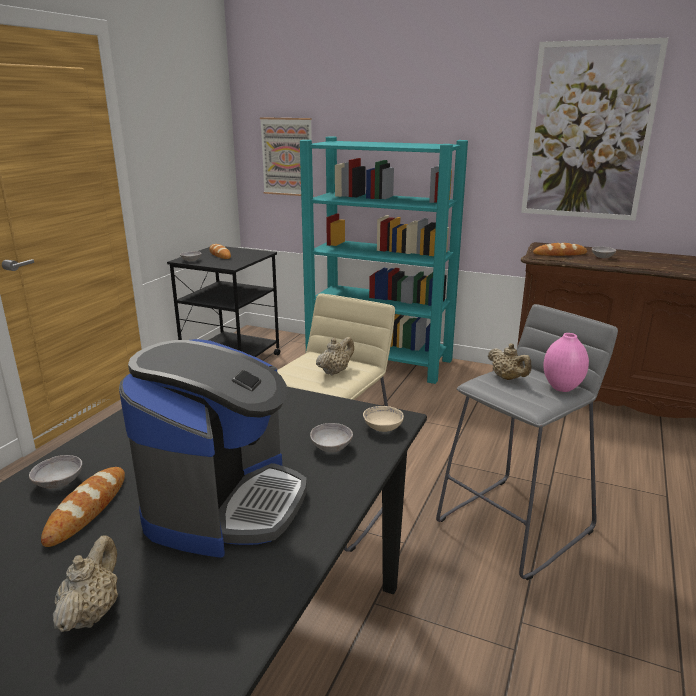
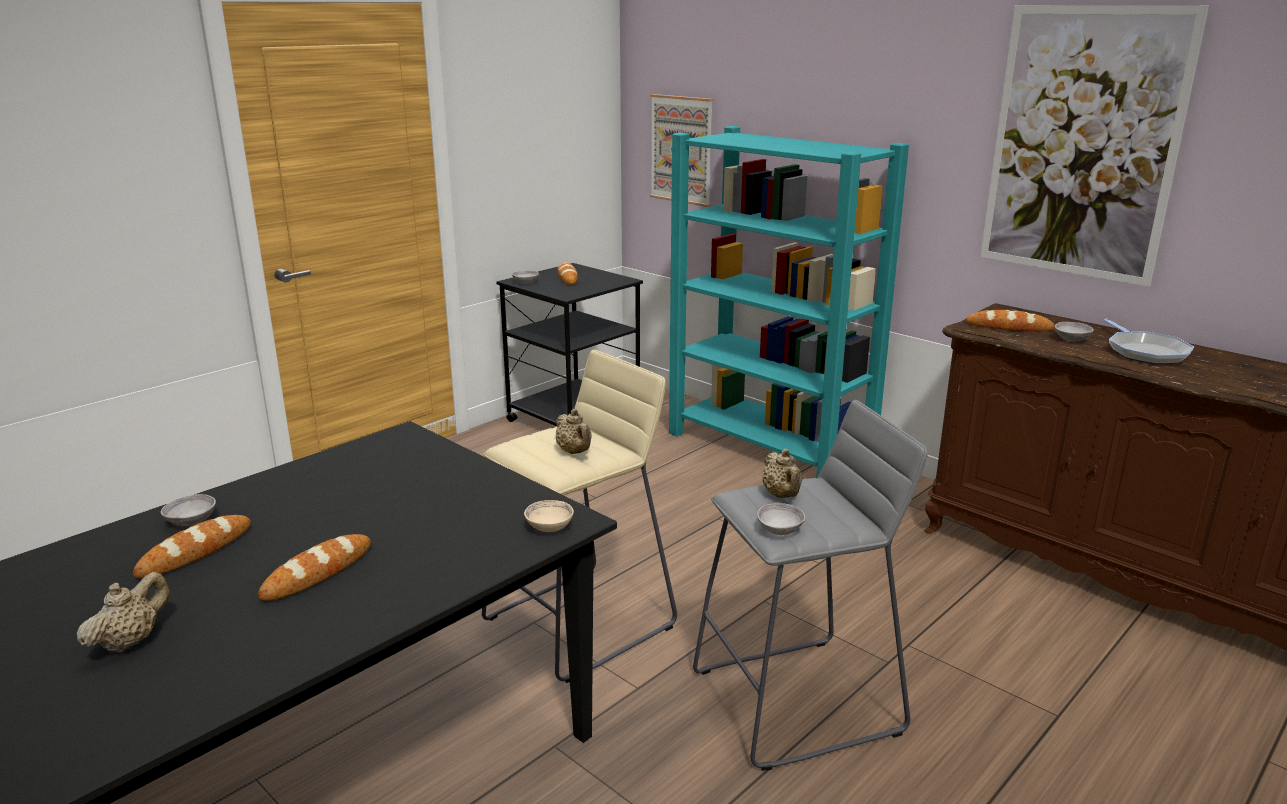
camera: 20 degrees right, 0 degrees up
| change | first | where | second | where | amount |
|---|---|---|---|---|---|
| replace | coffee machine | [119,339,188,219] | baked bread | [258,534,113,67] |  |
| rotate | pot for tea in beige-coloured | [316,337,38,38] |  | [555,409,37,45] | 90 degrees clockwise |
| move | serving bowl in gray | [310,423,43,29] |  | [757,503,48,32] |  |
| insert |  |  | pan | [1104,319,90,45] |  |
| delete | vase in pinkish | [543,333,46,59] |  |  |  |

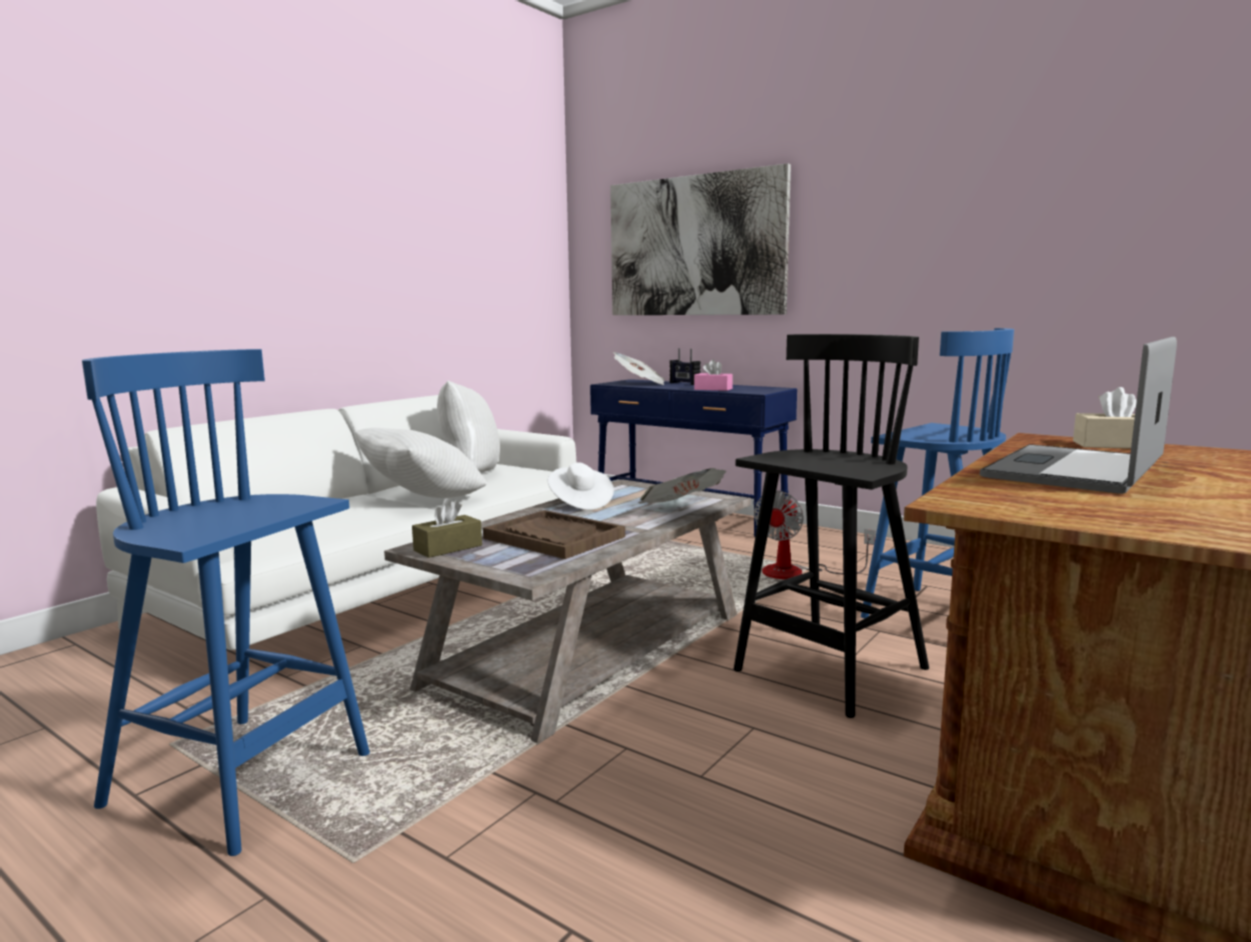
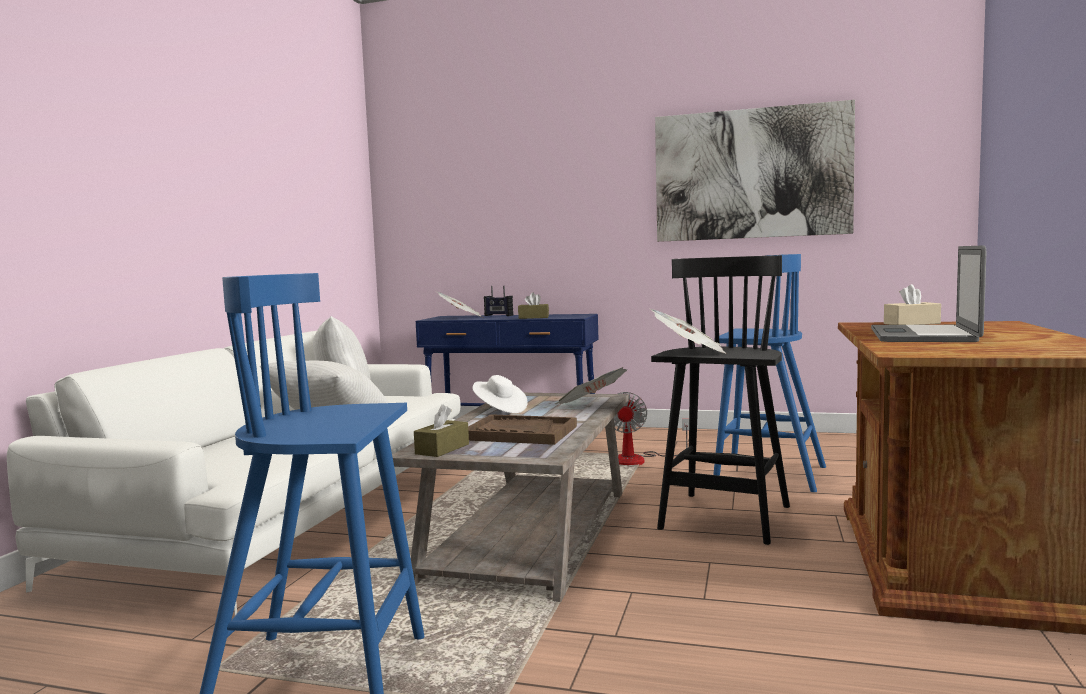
camera: 20 degrees left, 5 degrees down
| change | first | where | second | where | amount |
|---|---|---|---|---|---|
| recolor | box of tissues in pinkish | [694,360,39,31] | box of tissues in brownish | [518,293,31,26] |  |
| insert |  |  | daily paper | [650,309,77,45] |  |
| move | wall art | [610,163,181,152] |  | [655,100,200,142] |  |

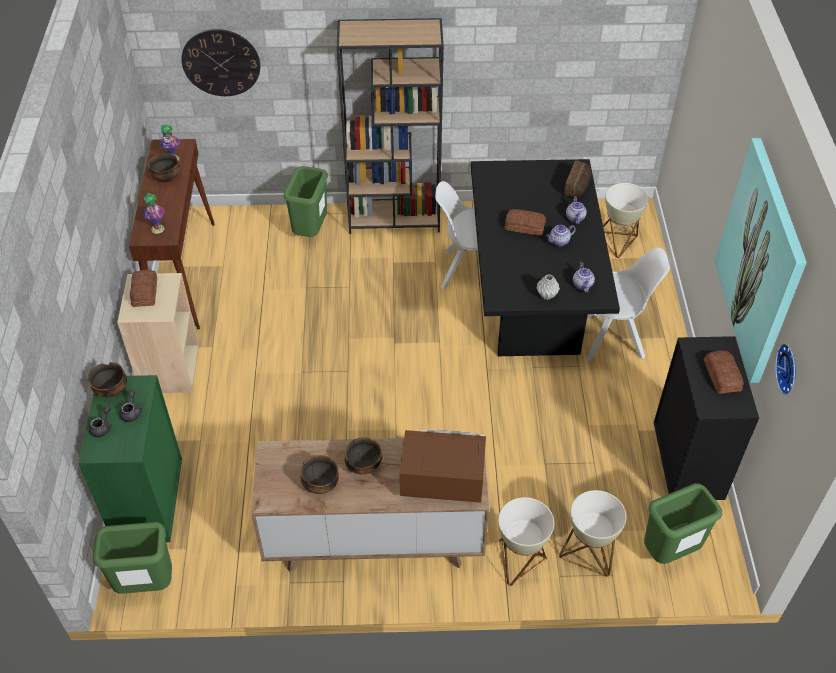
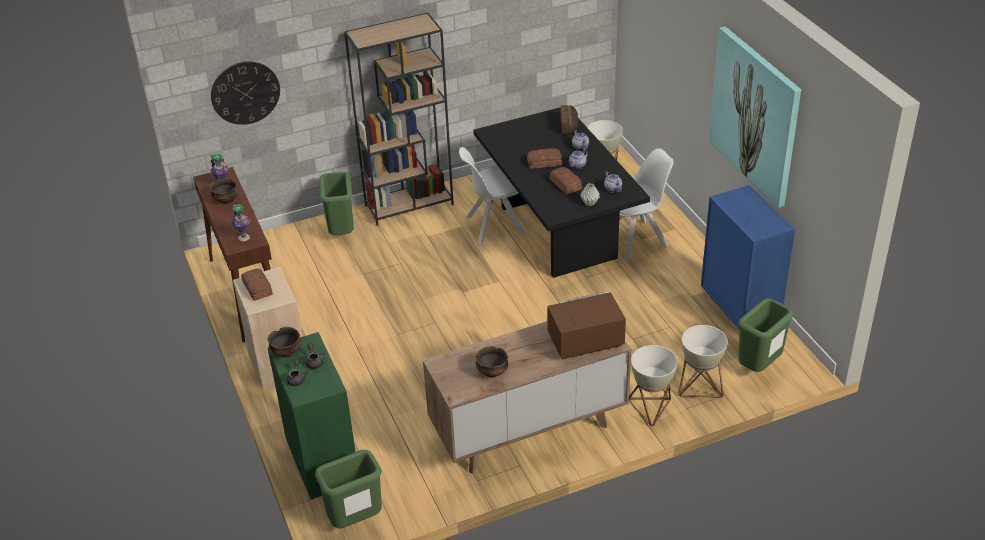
camera: 20 degrees left, 10 degrees down
| change | first | where | second | where | amount |
|---|---|---|---|---|---|
| move | baked bread | [704,350,40,44] |  | [549,167,33,28] |  |
| recolor | cabinet in blackish | [654,336,105,164] | cabinet in blue | [701,185,94,145] |  |
| delete | serving bowl | [344,437,38,37] |  |  |  |
| delete | wall clock | [775,343,21,52] |  |  |  |

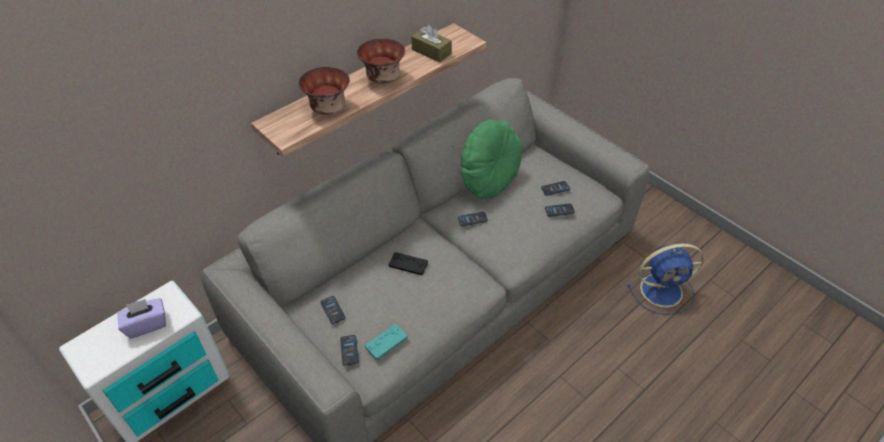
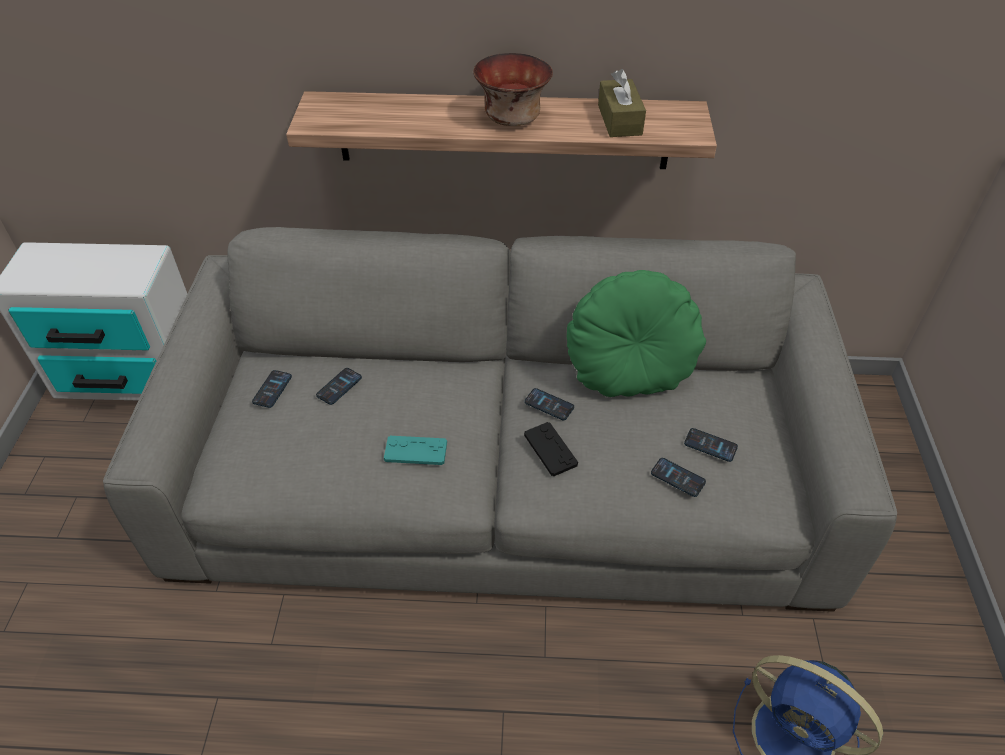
camera: 45 degrees right, 0 degrees up
| change | first | where | second | where | amount |
|---|---|---|---|---|---|
| move | handset | [340,335,19,31] |  | [316,368,46,37] |  |
| move | gamepad in blue-green | [365,324,43,35] |  | [384,436,63,29] |  |
| move | gamepad in blackish | [389,252,39,23] |  | [524,422,54,54] |  |
| delete | box of tissues in purplish | [118,298,48,40] |  |  |  |
| delete | serving bowl | [298,67,52,48] |  |  |  |

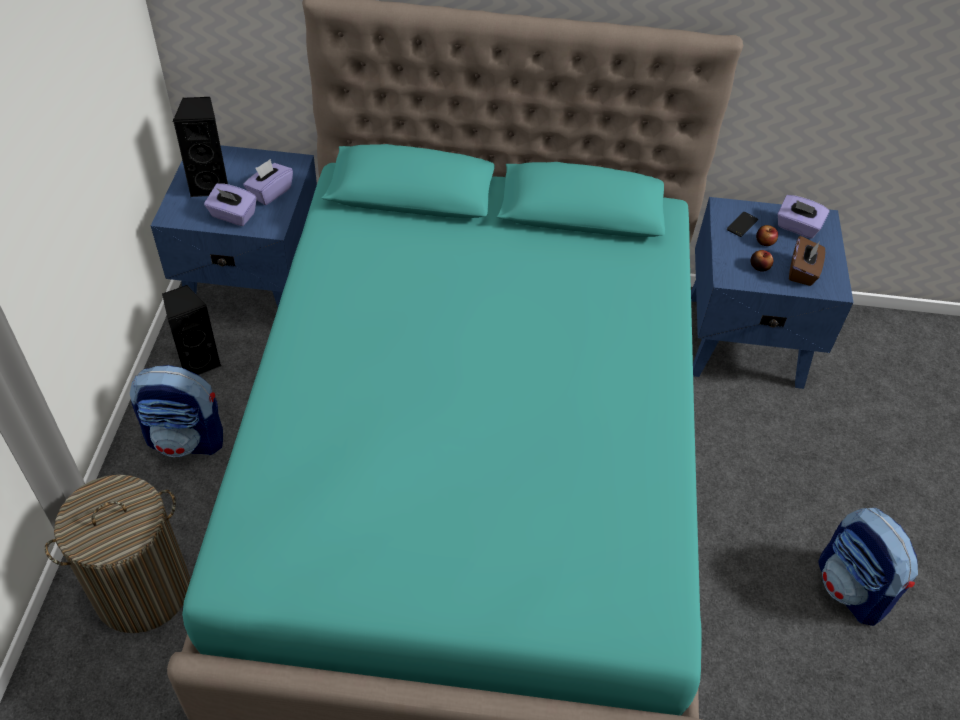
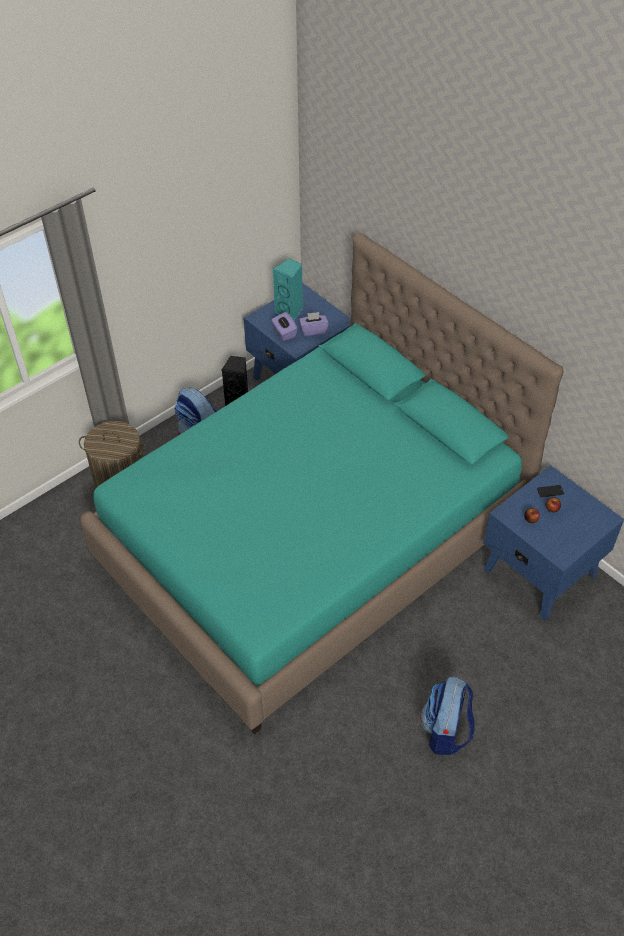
camera: 45 degrees right, 0 degrees up
| change | first | where | second | where | amount |
|---|---|---|---|---|---|
| recolor | loudspeaker in blackish | [173,97,55,100] | loudspeaker in blue-green | [273,258,30,63] |  |
| delete | box of tissues in purplish | [777,195,53,44] |  |  |  |
| delete | box of tissues in brownish | [789,236,36,50] |  |  |  |

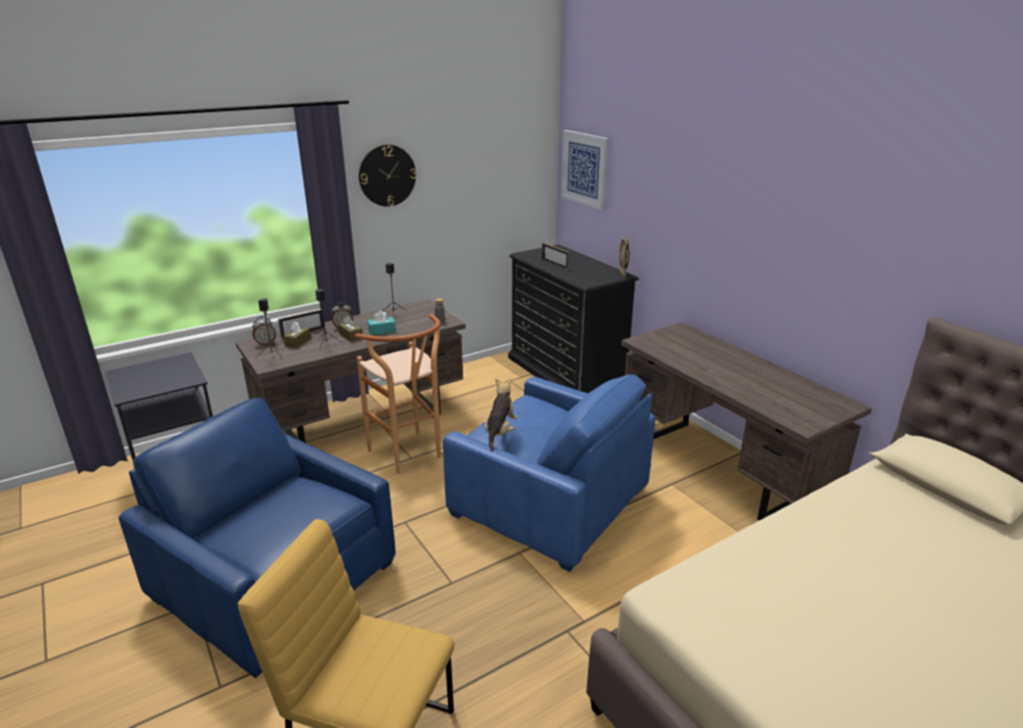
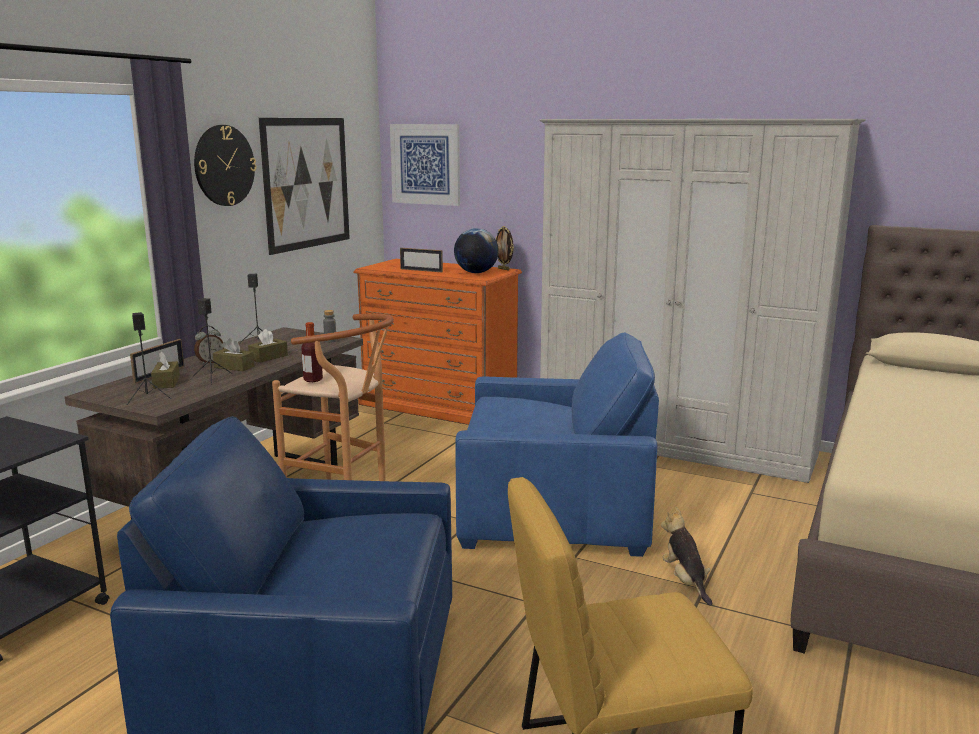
camera: 30 degrees left, 10 degrees down
| change | first | where | second | where | amount |
|---|---|---|---|---|---|
| recolor | box of tissues in blue-green | [368,311,28,24] | box of tissues in brownish | [248,329,40,34] |  |
| insert |  |  | wall art | [259,118,91,137] |  |
| insert |  |  | beverage bottle | [301,322,22,60] |  |
| recolor | drawer chest in blackish | [508,244,131,149] | drawer chest in orange-coloured | [354,259,168,166] |  |
| insert |  |  | globe | [454,228,45,45] |  |
| replace | desk in brownish | [621,322,251,199] | armoire in whitish | [539,119,327,364] |  |
| move | cuddly toy | [485,378,33,73] |  | [661,507,51,99] |  |
| delete | bedside clock | [252,317,24,29] |  |  |  |

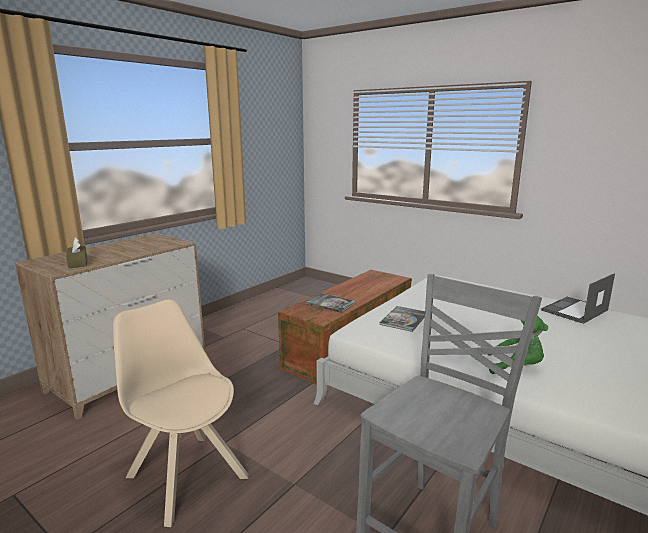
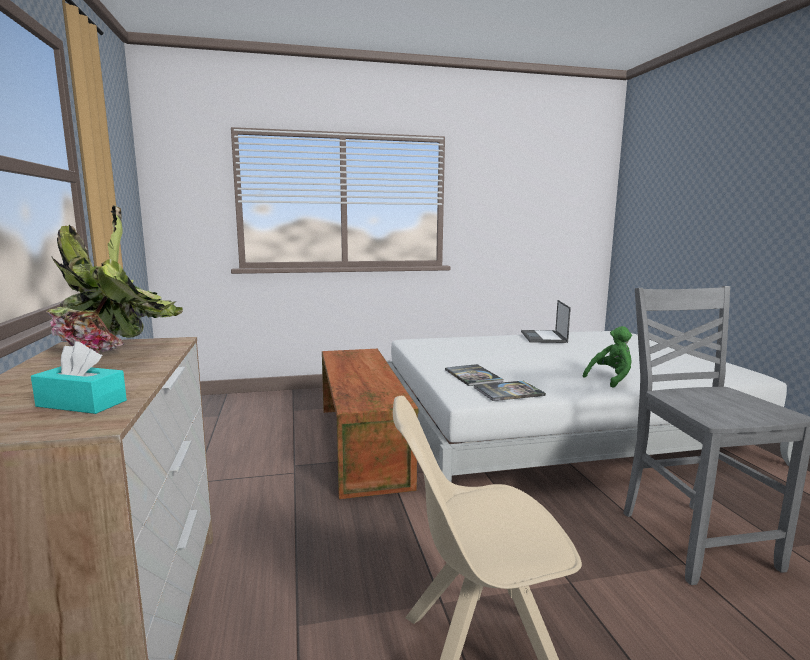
camera: 50 degrees left, 5 degrees down
| change | first | where | second | where | amount |
|---|---|---|---|---|---|
| recolor | box of tissues in brownish | [66,237,21,31] | box of tissues in blue-green | [31,342,96,72] |  |
| insert |  |  | potted plant | [46,205,137,148] |  |
| move | book | [305,293,51,20] |  | [473,381,73,20] |  |

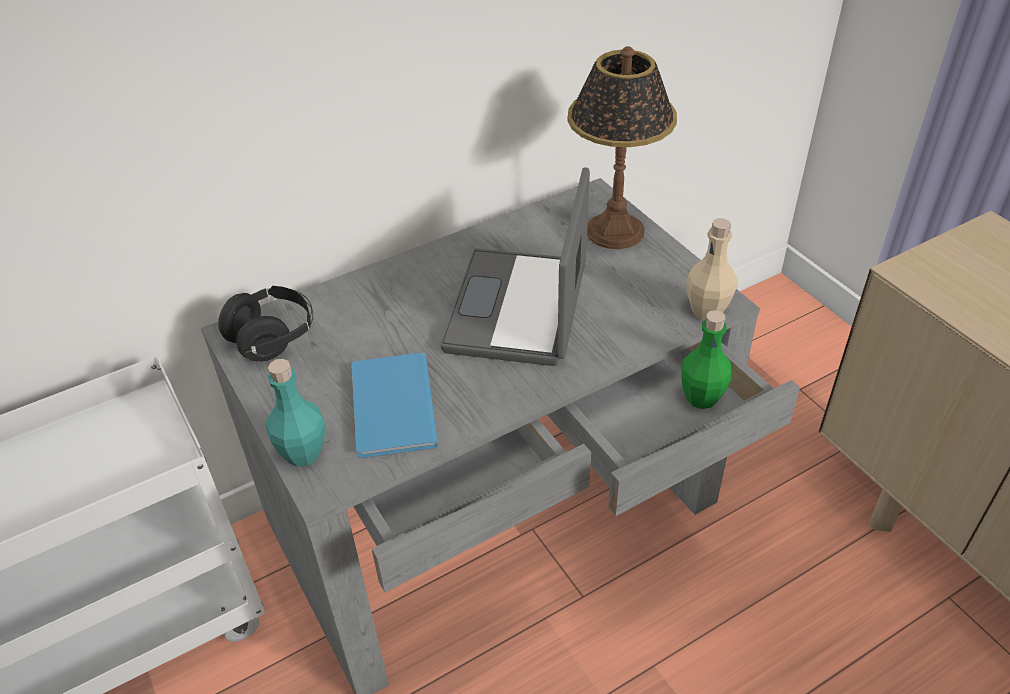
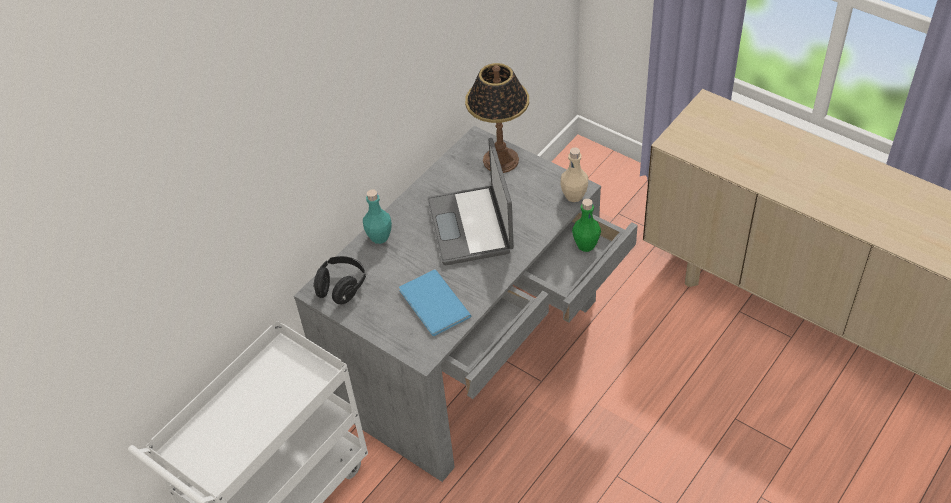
camera: 20 degrees left, 5 degrees up
| change | first | where | second | where | amount |
|---|---|---|---|---|---|
| move | beverage bottle in blue-green | [266,359,59,108] |  | [363,189,29,55] |  |

